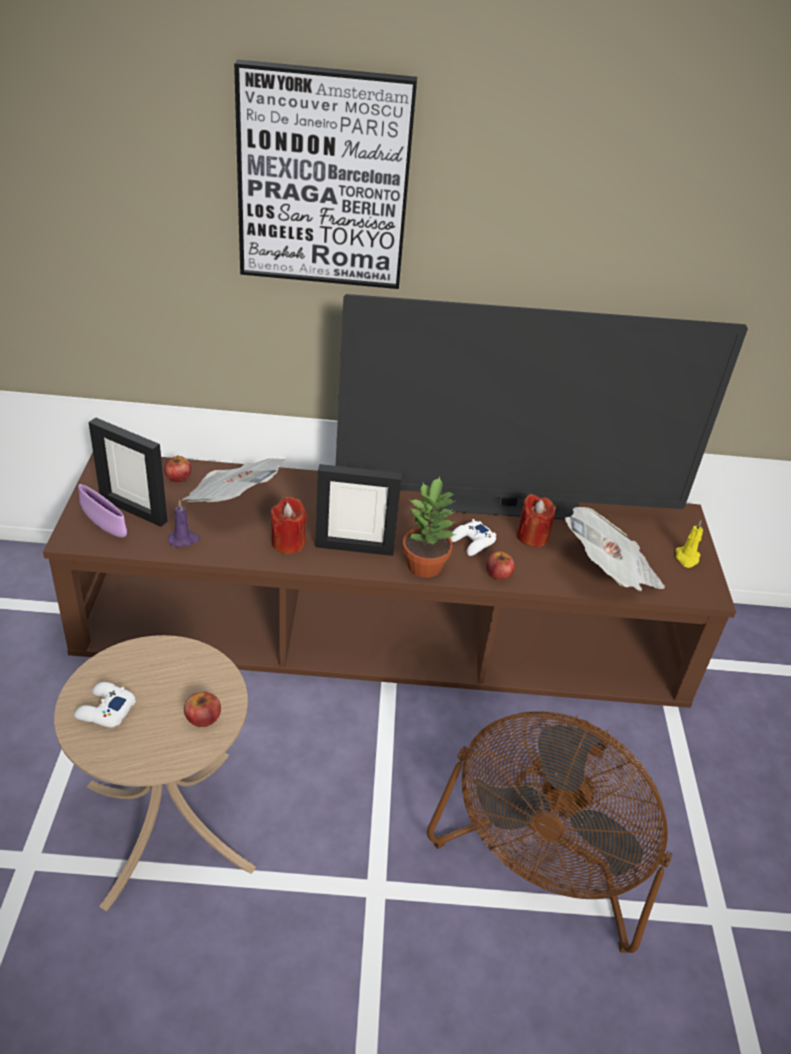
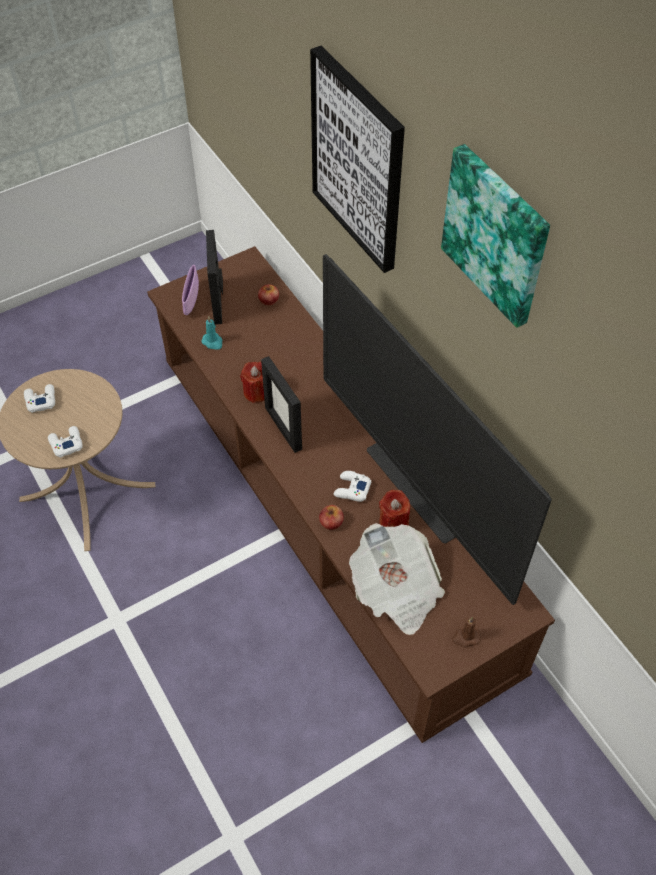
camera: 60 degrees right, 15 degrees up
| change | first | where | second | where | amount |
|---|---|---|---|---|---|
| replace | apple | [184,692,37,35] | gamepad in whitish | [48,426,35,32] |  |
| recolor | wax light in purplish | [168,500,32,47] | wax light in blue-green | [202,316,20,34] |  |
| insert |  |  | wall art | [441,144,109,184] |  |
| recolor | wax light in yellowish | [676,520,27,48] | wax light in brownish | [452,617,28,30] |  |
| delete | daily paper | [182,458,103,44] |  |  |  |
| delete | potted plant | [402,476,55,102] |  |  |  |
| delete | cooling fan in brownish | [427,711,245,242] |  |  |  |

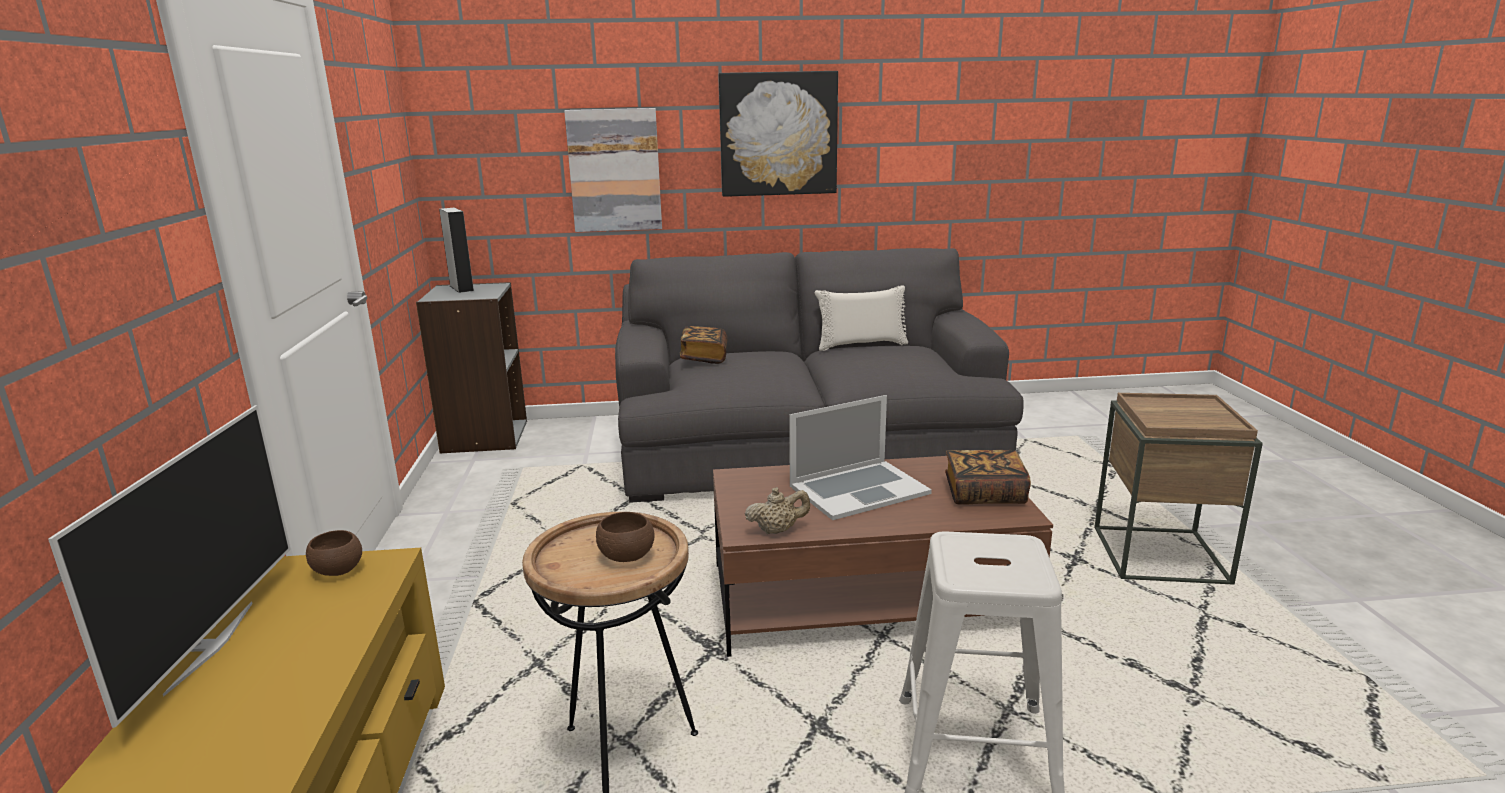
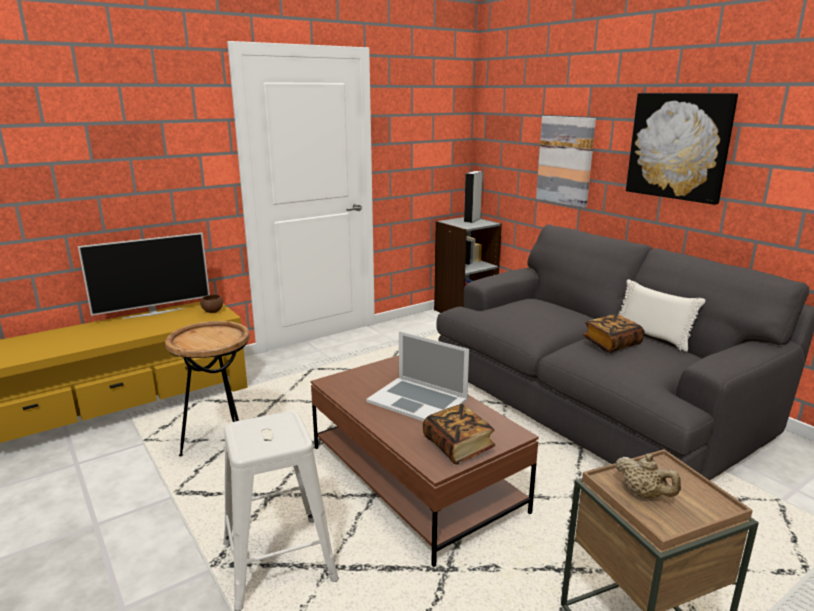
camera: 60 degrees right, 0 degrees up
| change | first | where | second | where | amount |
|---|---|---|---|---|---|
| move | book | [680,326,47,38] |  | [583,314,62,39] |  |
| move | pot for tea in beige-coloured | [745,487,65,47] |  | [615,454,66,44] |  |
| delete | serving bowl in brownish | [596,512,59,50] |  |  |  |

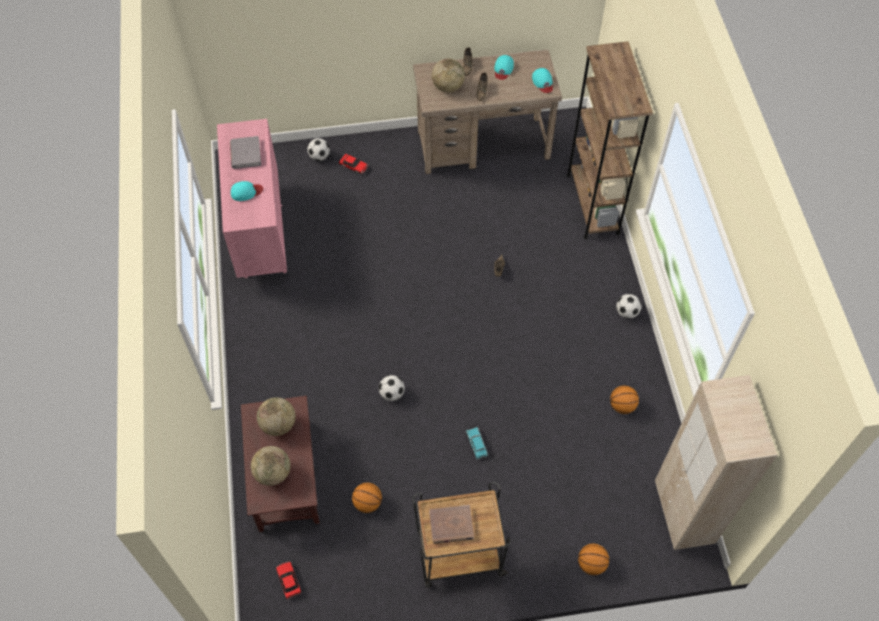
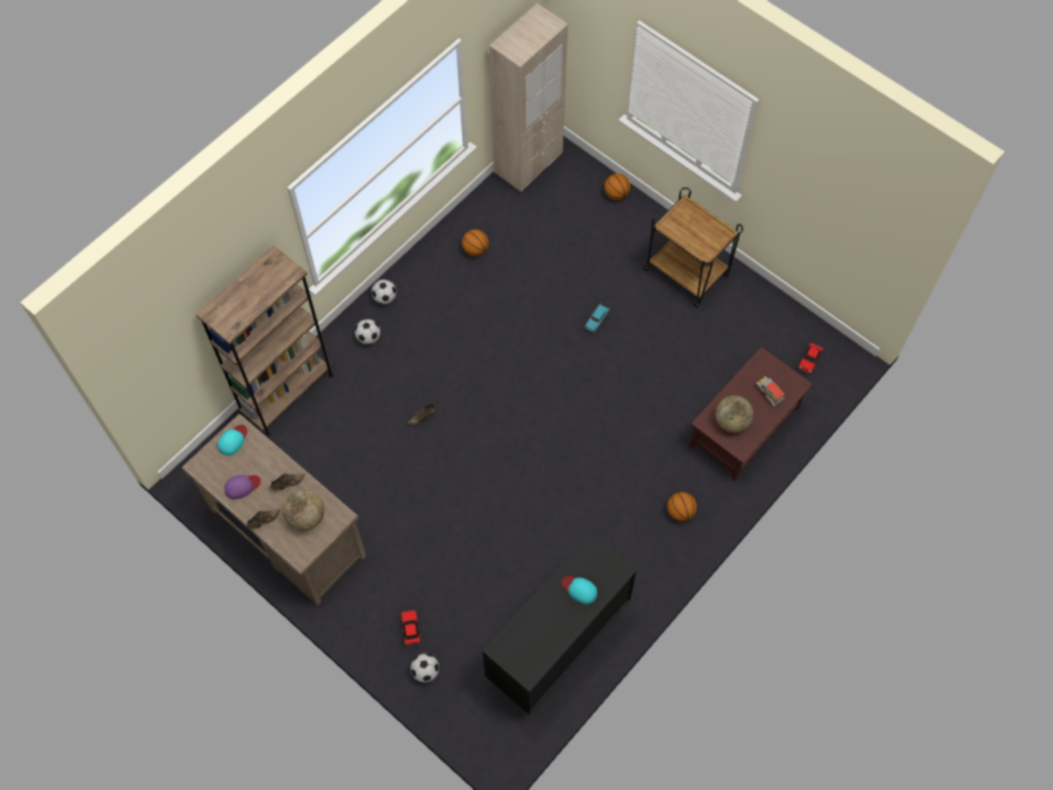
camera: 130 degrees left, 5 degrees up
| change | first | where | second | where | amount |
|---|---|---|---|---|---|
| recolor | peaked cap in blue-green | [494,55,20,25] | peaked cap in purplish | [225,475,36,25] |  |
| move | football | [379,375,26,26] |  | [355,319,25,26] |  |
| recolor | drawer chest in pinkish | [217,119,70,159] | drawer chest in blackish | [482,533,155,182] |  |
| move | basketball | [352,483,30,30] |  | [667,492,30,30] |  |
| replace | globe | [251,446,40,40] | model truck | [756,376,29,30] |  |
| delete | book in gray | [230,136,31,33] |  |  |  |
| delete | book in brownish | [429,505,45,39] |  |  |  |

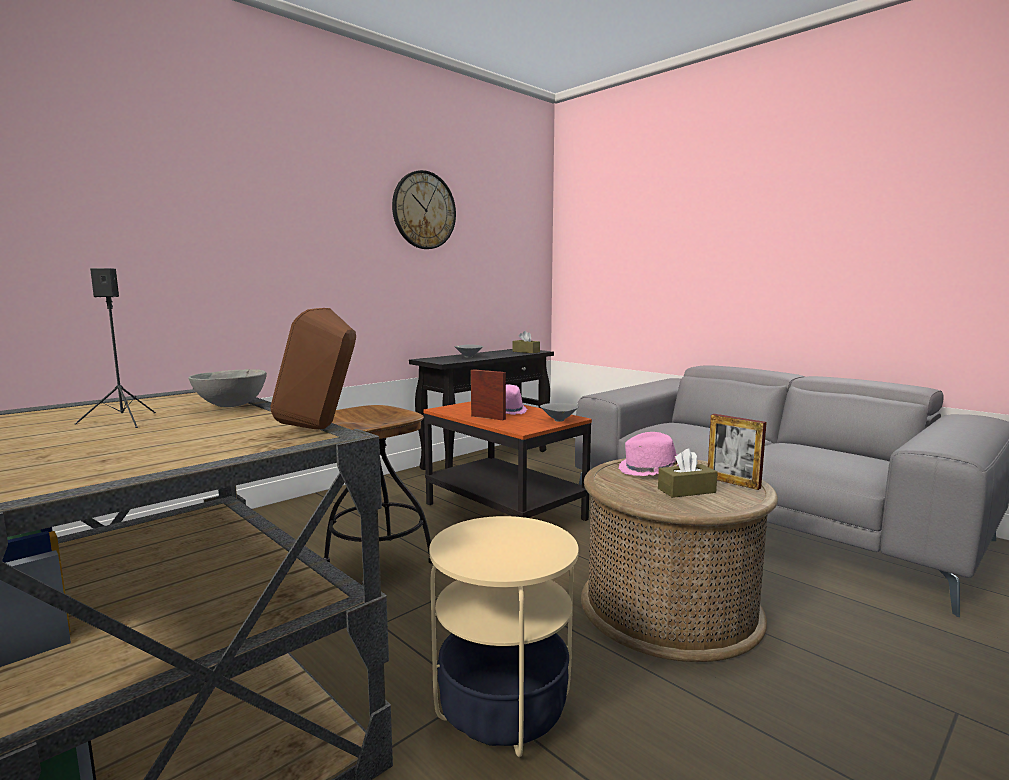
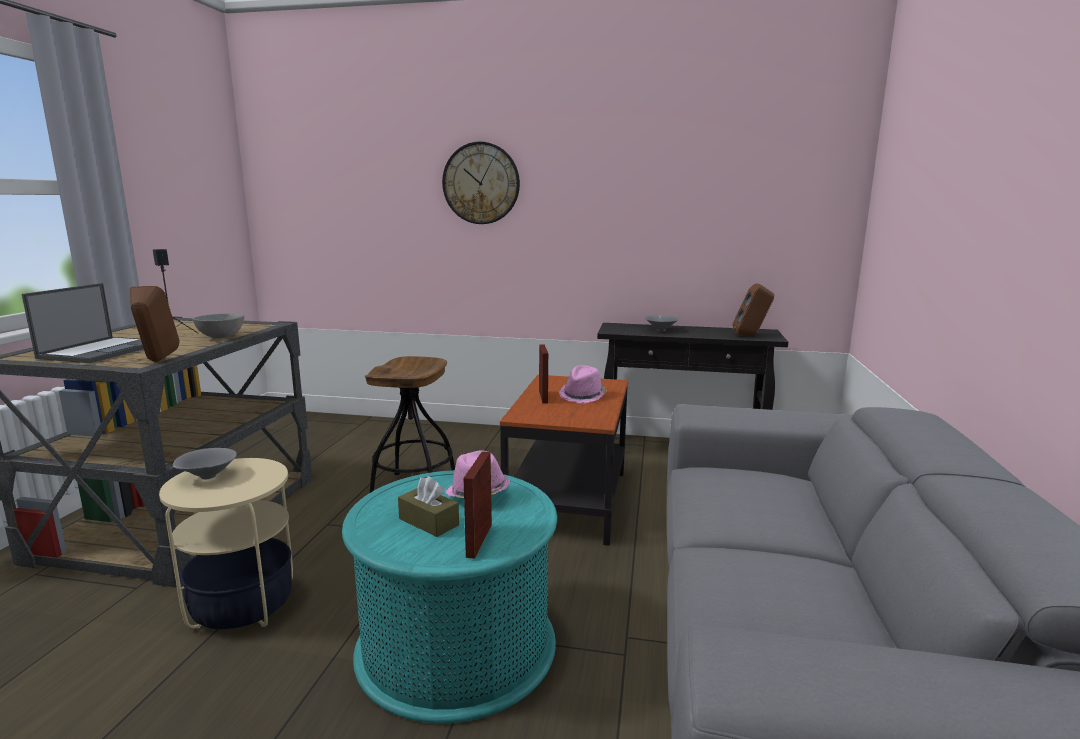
camera: 55 degrees right, 5 degrees up
| change | first | where | second | where | amount |
|---|---|---|---|---|---|
| insert |  |  | notebook computer | [22,283,122,80] |  |
| move | serving bowl in gray | [540,403,39,19] |  | [173,448,64,32] |  |
| recolor | coffee table in brownish | [581,458,197,204] | coffee table in blue-green | [342,470,215,254] |  |
| move | wall clock | [392,170,64,79] |  | [442,142,78,82] |  |
| replace | box of tissues in brownish | [512,331,28,22] | loudspeaker in brownish | [732,283,42,53] |  |

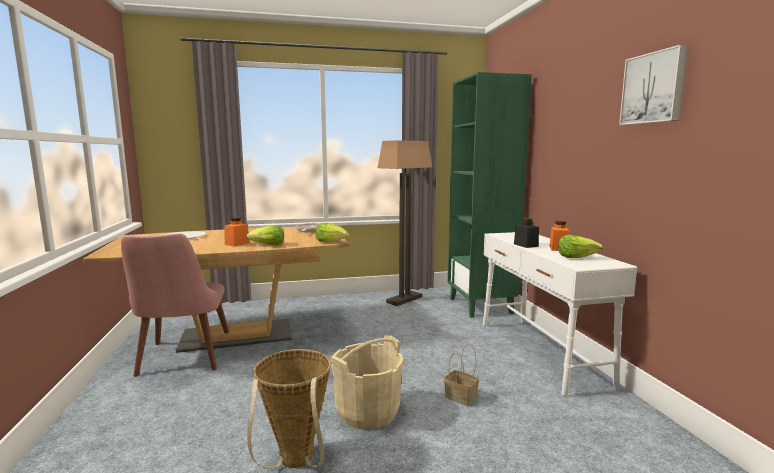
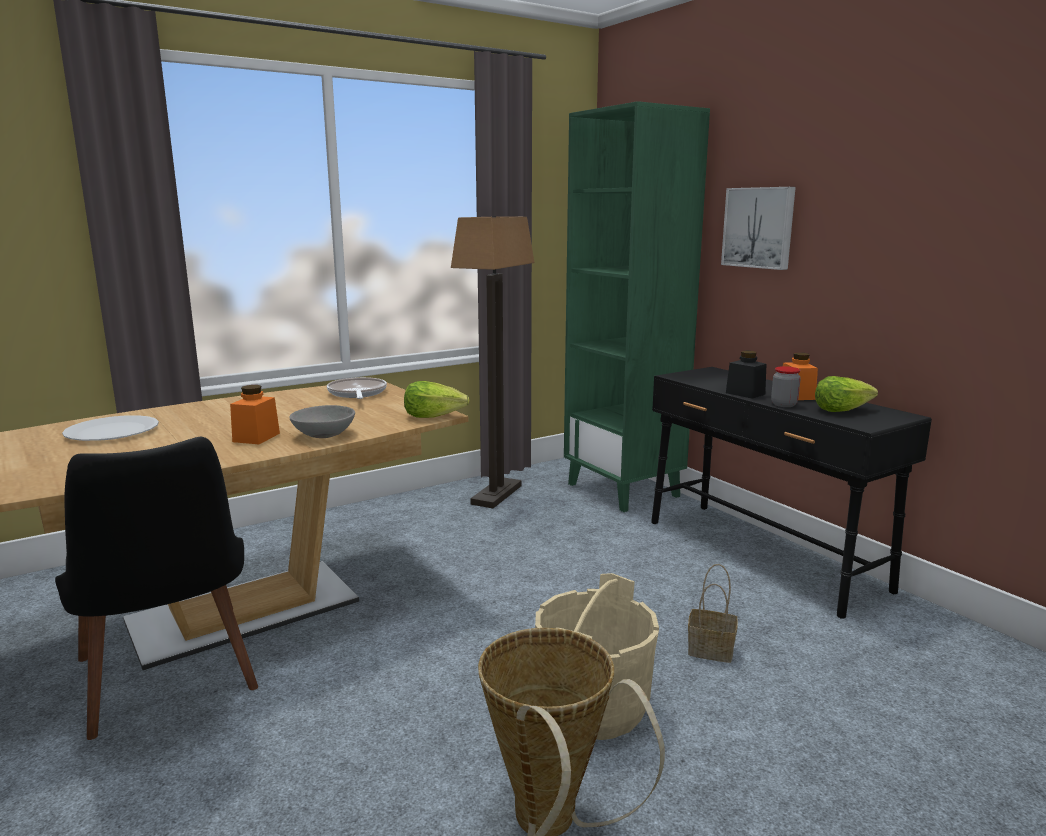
camera: 20 degrees left, 5 degrees up
| change | first | where | second | where | amount |
|---|---|---|---|---|---|
| recolor | plain chair in pinkish | [121,233,108,144] | plain chair in blackish | [55,437,203,303] |  |
| replace | lettuce | [247,225,37,20] | serving bowl in gray | [289,405,66,33] |  |
| recolor | narrow table in whitish | [483,232,154,164] | narrow table in blackish | [651,367,281,252] |  |
| move | wall art | [619,44,69,81] |  | [721,187,75,83] |  |
| insert |  |  | preserve jar | [771,366,30,41] |  |

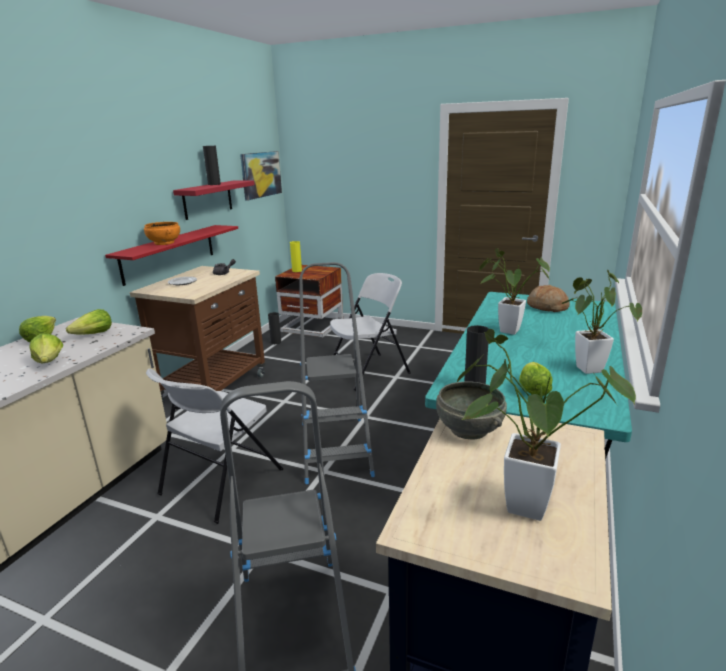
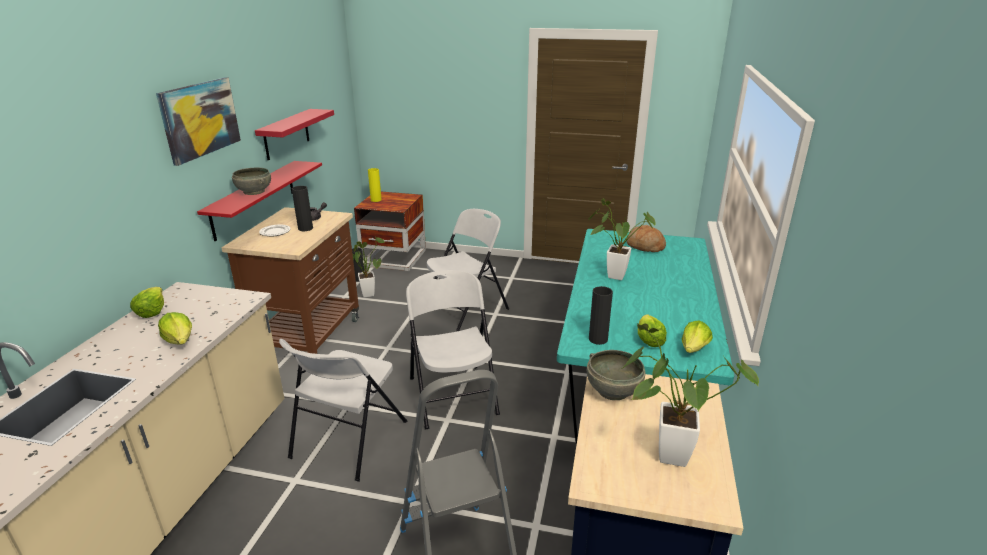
camera: 10 degrees left, 5 degrees up
| change | first | where | second | where | amount |
|---|---|---|---|---|---|
| move | wall art | [240,151,42,50] |  | [156,77,85,89] |  |
| recolor | serving bowl in orange-coloured | [144,222,36,23] | serving bowl in gray | [232,168,39,27] |  |
| move | vase in blackish | [203,146,18,39] |  | [292,186,21,45] |  |
| move | potted plant | [562,270,80,104] |  | [353,237,32,60] |  |
| replace | stepladder in gray | [299,262,76,222] | plain chair in whitish | [406,270,94,160] |  |
| move | lettuce | [66,309,46,26] |  | [682,320,31,33] |  |

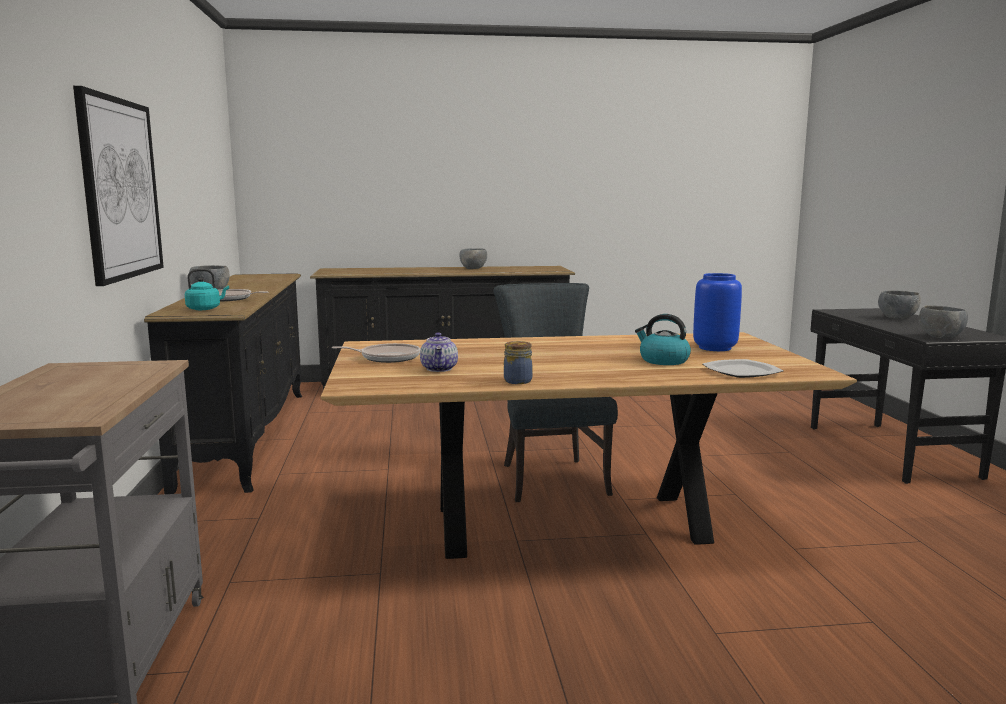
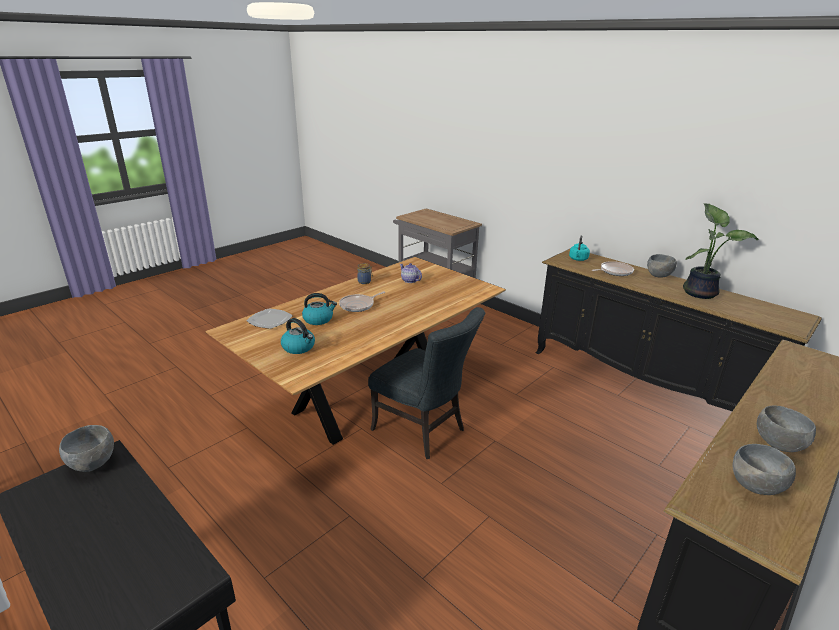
camera: 140 degrees right, 15 degrees up
| change | first | where | second | where | amount |
|---|---|---|---|---|---|
| replace | vase in blue | [693,273,49,78] | water kettle | [281,318,34,36] |  |
| move | pan | [332,343,88,20] |  | [339,292,46,20] |  |
| insert |  |  | potted plant | [683,203,75,96] |  |
| move | serving bowl in gray | [878,290,43,29] |  | [733,444,63,51] |  |
| delete | wall art | [73,86,91,200] |  |  |  |

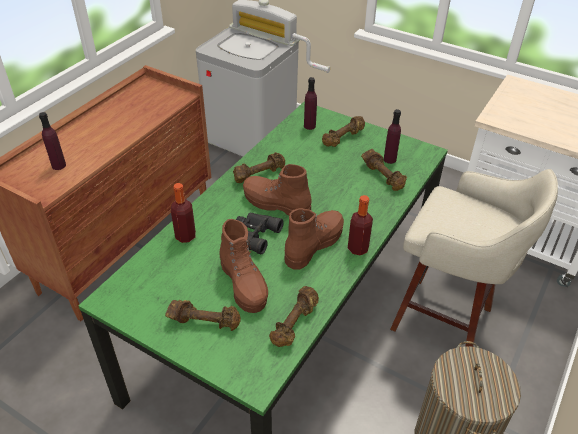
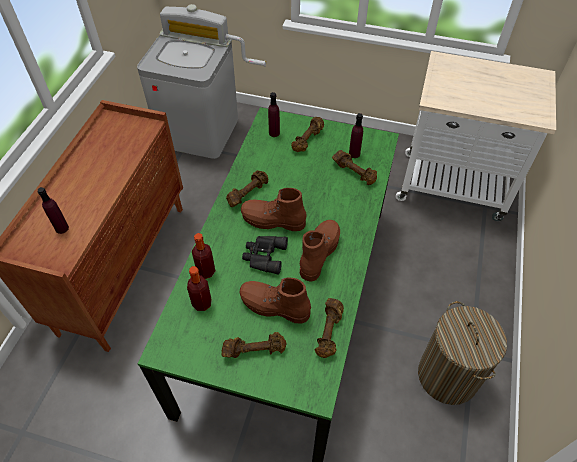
camera: 15 degrees left, 10 degrees up
| change | first | where | second | where | amount |
|---|---|---|---|---|---|
| move | beverage bottle | [348,195,25,60] |  | [187,266,25,45] |  |
| rotate | tall boot in brownish | [219,219,49,94] |  | [240,277,71,47] | 150 degrees clockwise |
| delete | stool in beige-coloured | [390,169,168,178] |  |  |  |

